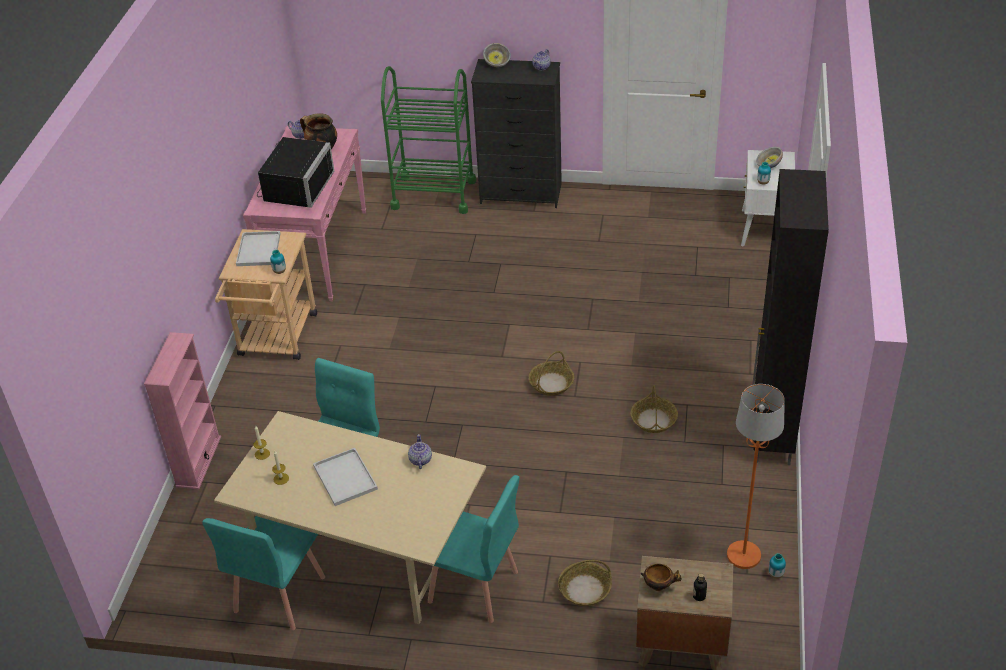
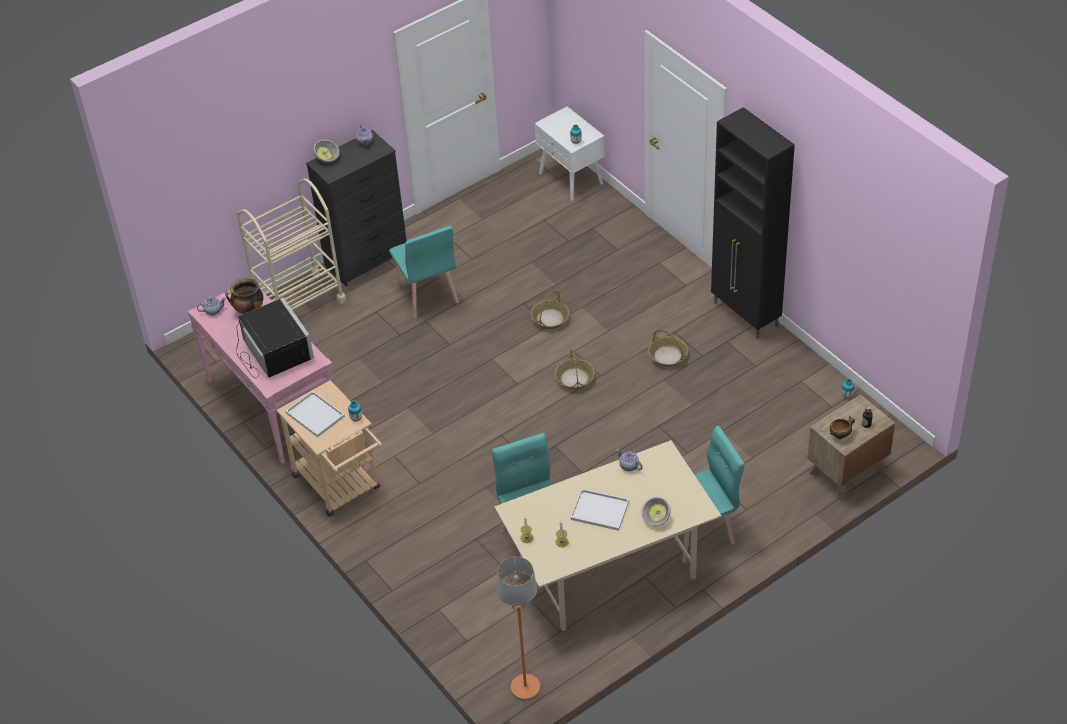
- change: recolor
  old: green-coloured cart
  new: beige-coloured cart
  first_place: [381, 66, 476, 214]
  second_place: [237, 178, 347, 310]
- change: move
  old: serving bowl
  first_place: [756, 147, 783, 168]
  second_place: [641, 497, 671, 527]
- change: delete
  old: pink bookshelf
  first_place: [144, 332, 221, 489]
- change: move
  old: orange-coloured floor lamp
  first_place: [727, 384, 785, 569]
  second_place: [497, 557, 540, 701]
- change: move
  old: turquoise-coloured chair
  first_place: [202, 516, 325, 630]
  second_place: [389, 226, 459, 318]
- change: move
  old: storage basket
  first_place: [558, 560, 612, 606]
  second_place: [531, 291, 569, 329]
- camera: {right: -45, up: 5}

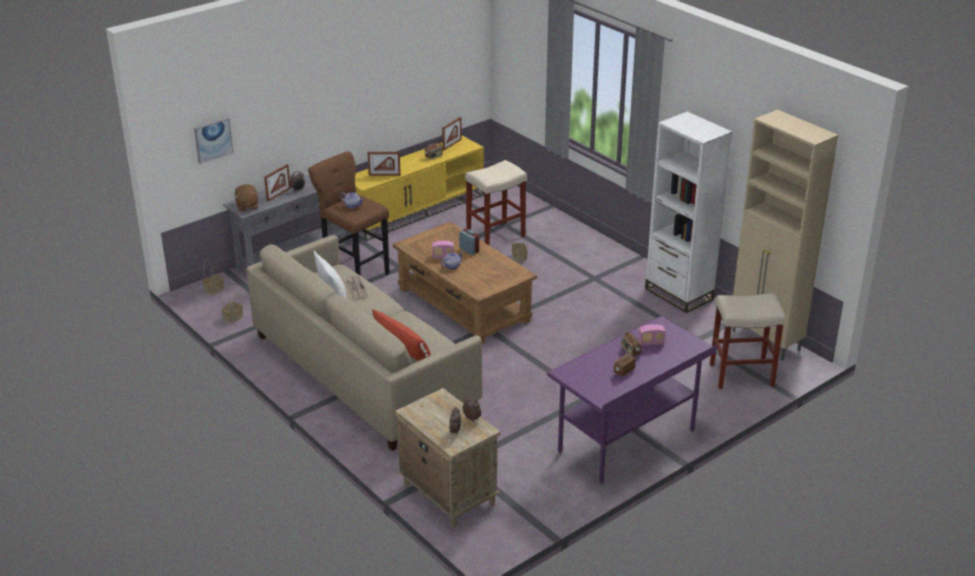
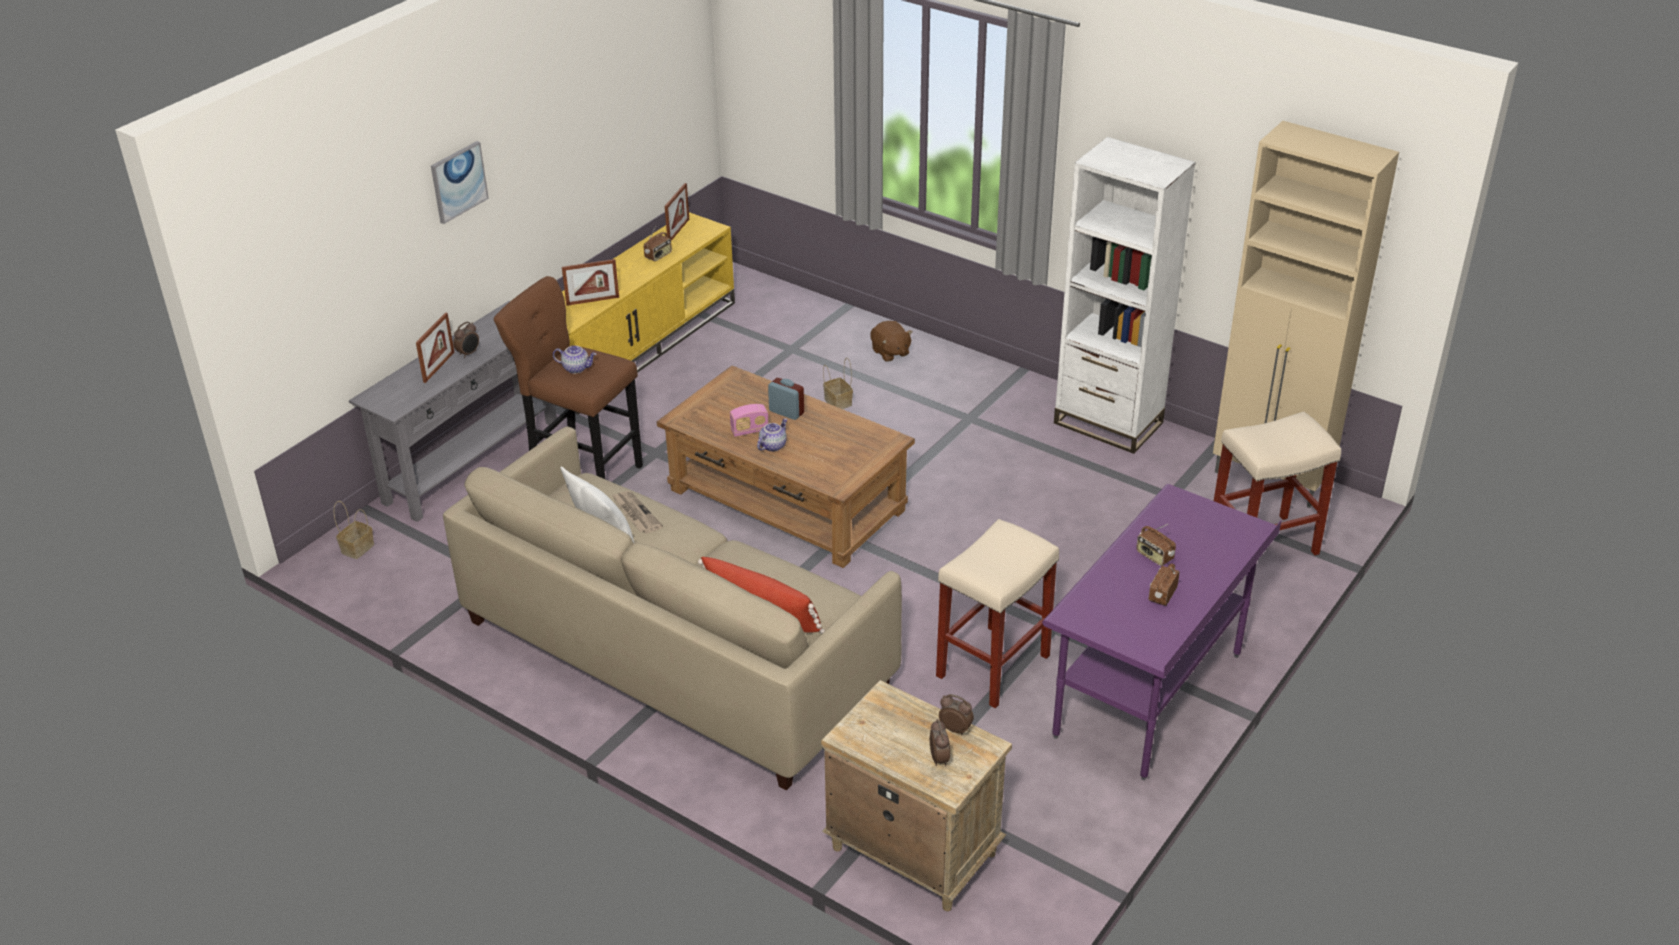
- change: move
  old: picture
  first_place: [194, 118, 233, 164]
  second_place: [431, 141, 489, 224]
- change: move
  old: beige-coloured stool
  first_place: [465, 160, 527, 246]
  second_place: [936, 519, 1059, 708]
- change: move
  old: brown-coloured plush toy
  first_place: [235, 184, 259, 211]
  second_place: [870, 321, 913, 362]
- change: delete
  old: storage basket
  first_place: [221, 288, 243, 324]
- change: delete
  old: radio receiver
  first_place: [638, 324, 666, 346]
- camera: {right: -15, up: 5}

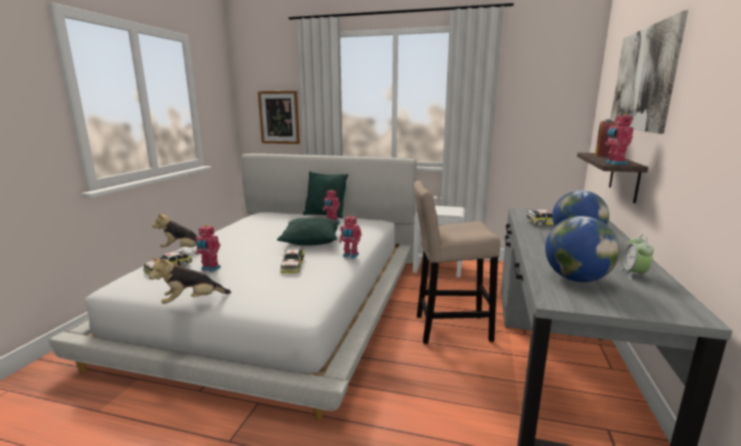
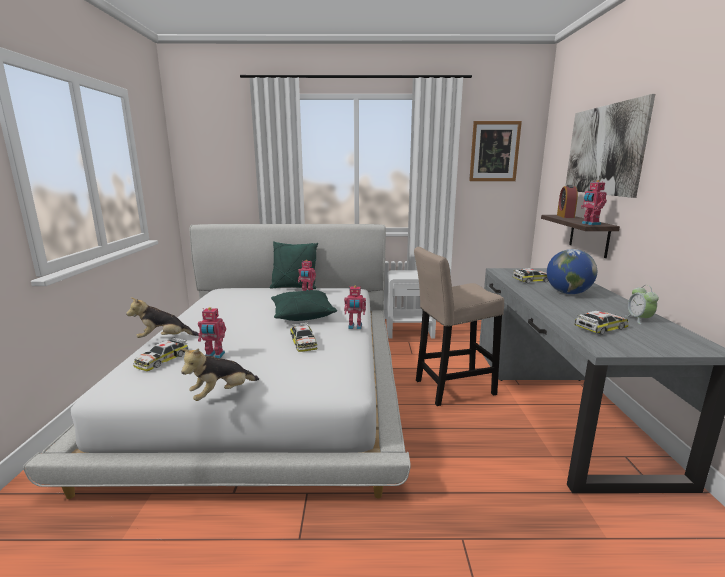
- change: move
  old: picture
  first_place: [258, 91, 300, 144]
  second_place: [469, 121, 522, 181]
- change: replace
  old: globe
  new: model car
  first_place: [545, 216, 620, 282]
  second_place: [575, 311, 629, 335]
- camera: {right: -15, up: 0}

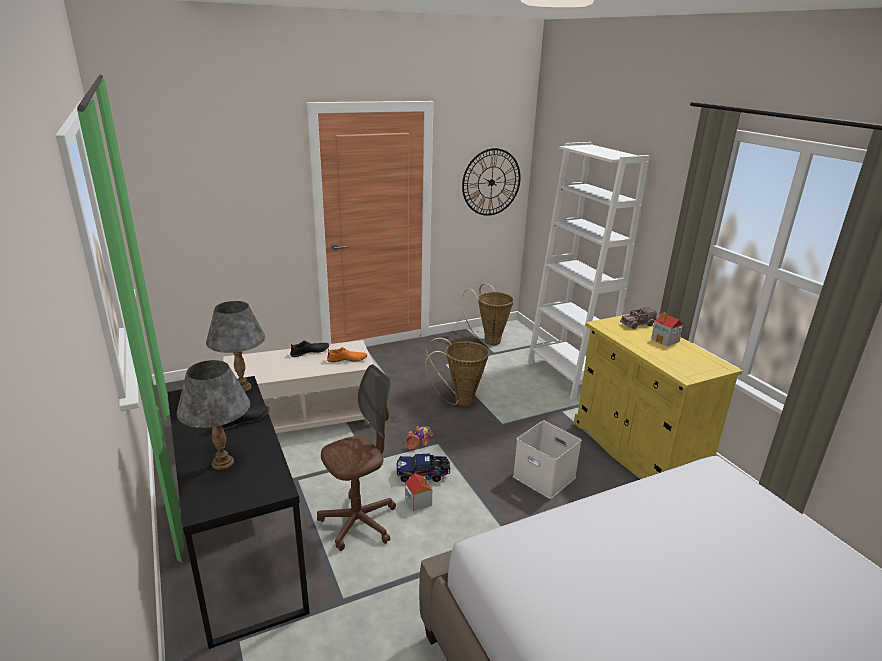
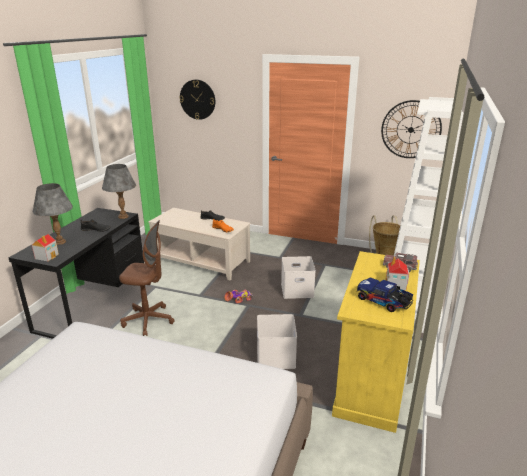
- change: replace
  old: storage basket
  new: whitish storage bin
  first_place: [425, 337, 489, 406]
  second_place: [281, 256, 316, 299]
- change: move
  old: toy truck
  first_place: [397, 453, 450, 482]
  second_place: [357, 277, 413, 312]
- change: move
  old: model house
  first_place: [405, 473, 432, 512]
  second_place: [32, 234, 59, 261]
- change: insert
  new: wall clock
  second_place: [179, 80, 215, 120]
- camera: {right: 45, up: 0}

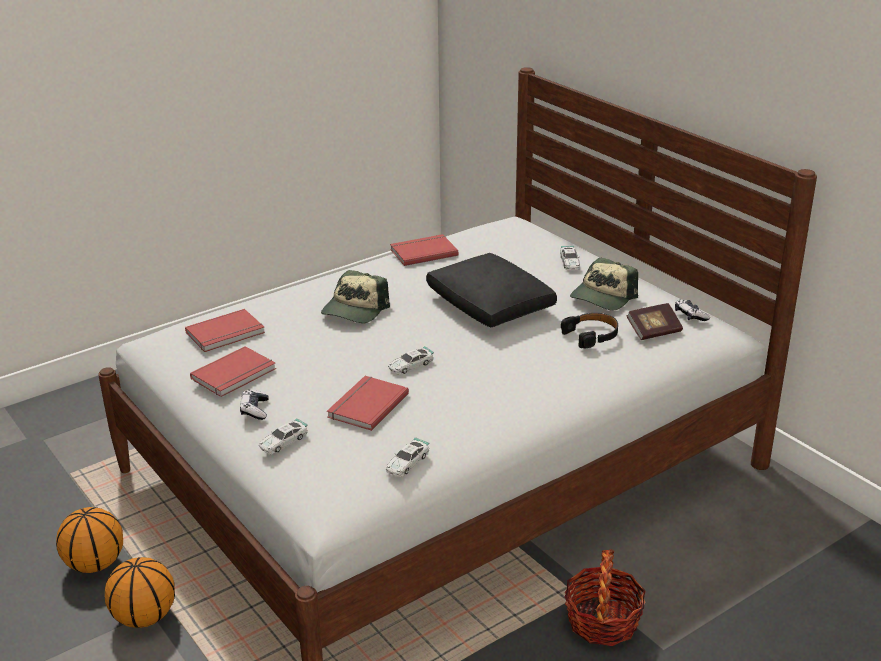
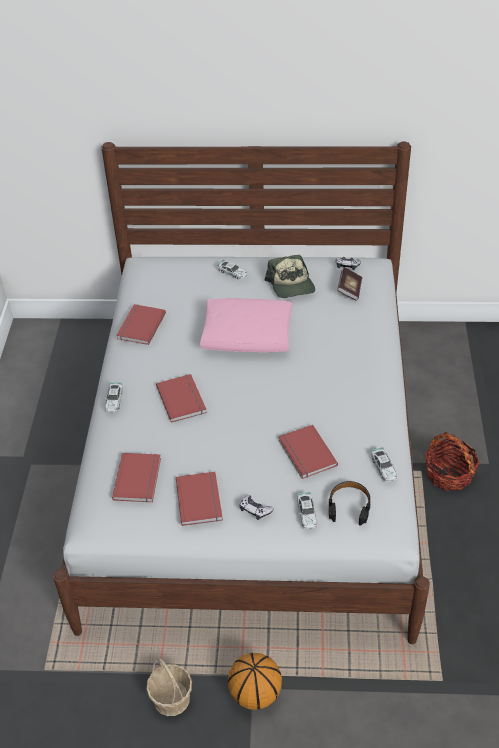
- change: recolor
  old: black-coloured pillow
  new: pink pillow
  first_place: [426, 253, 557, 327]
  second_place: [200, 298, 292, 352]
- change: replace
  old: peaked cap
  new: red bound book
  first_place: [321, 270, 390, 323]
  second_place: [156, 374, 207, 423]
- change: move
  old: black-coloured headphones
  first_place: [561, 313, 618, 348]
  second_place: [329, 481, 371, 526]
- change: move
  old: model car
  first_place: [388, 346, 434, 375]
  second_place: [105, 382, 123, 412]
- change: replace
  old: ball for basketball
  new: storage basket
  first_place: [56, 507, 123, 573]
  second_place: [146, 657, 192, 716]
- camera: {right: -50, up: 15}

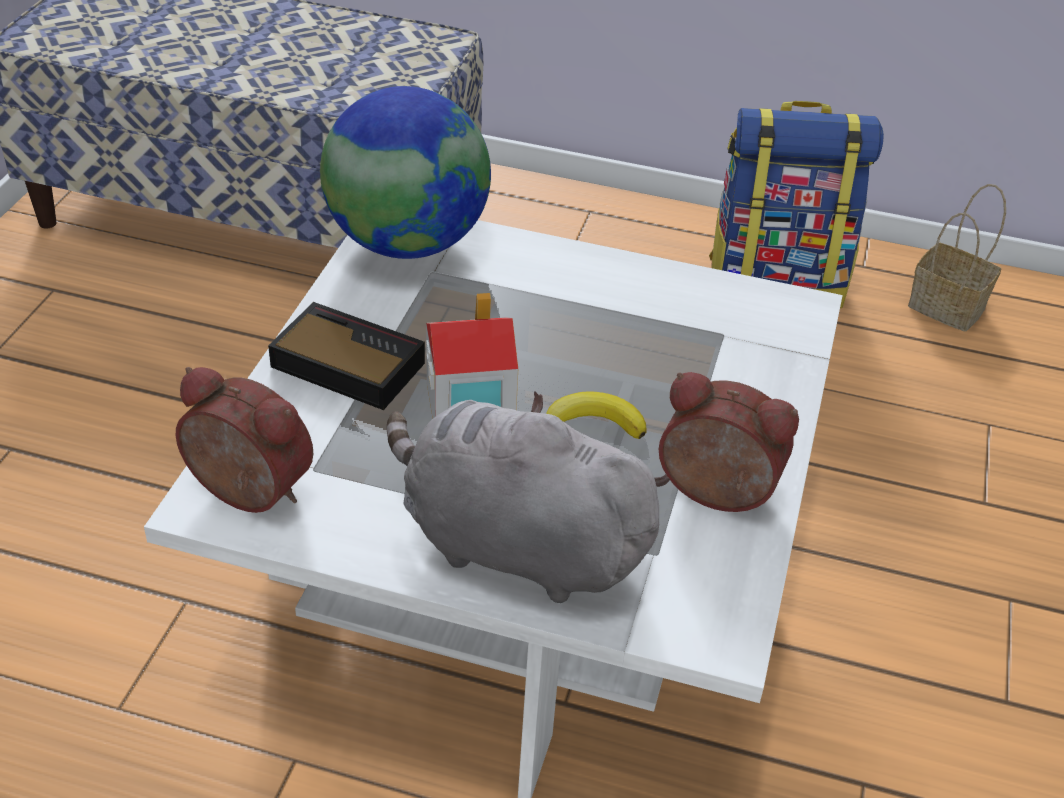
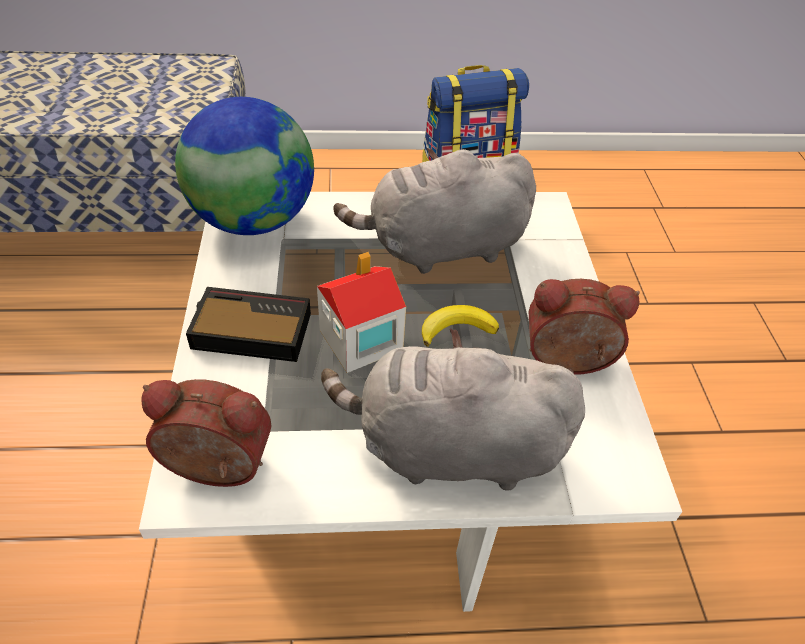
- change: delete
  old: storage basket
  first_place: [908, 184, 1006, 331]
- change: insert
  new: greyish plush toy
  second_place: [333, 148, 536, 274]
- camera: {right: -20, up: 5}

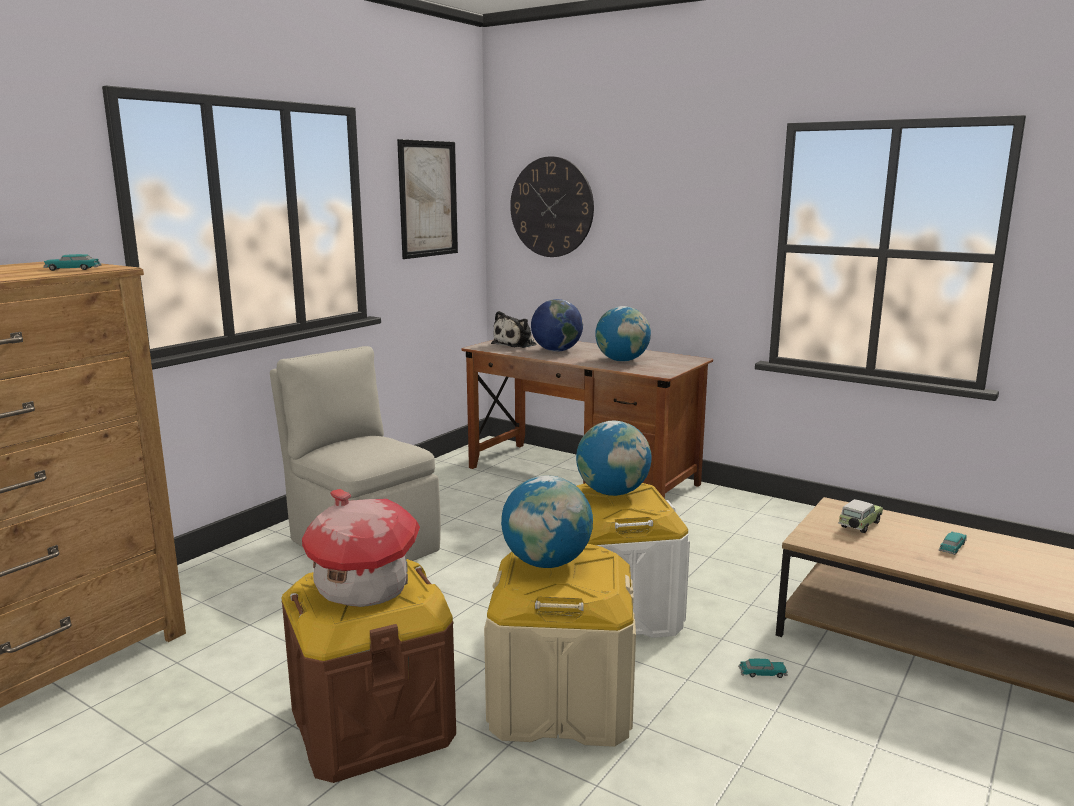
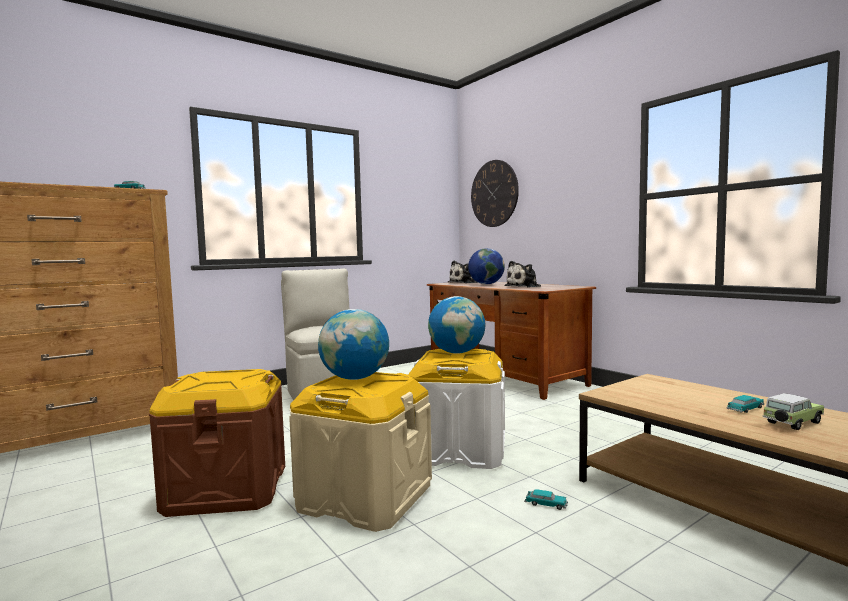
- change: delete
  old: picture
  first_place: [397, 139, 458, 259]
- change: replace
  old: globe
  new: plush toy
  first_place: [595, 306, 651, 361]
  second_place: [504, 261, 541, 287]
- change: delete
  old: model house
  first_place: [302, 489, 420, 607]
- change: move
  old: model car
  first_place: [838, 499, 883, 533]
  second_place: [762, 393, 824, 430]
- camera: {right: 20, up: -10}

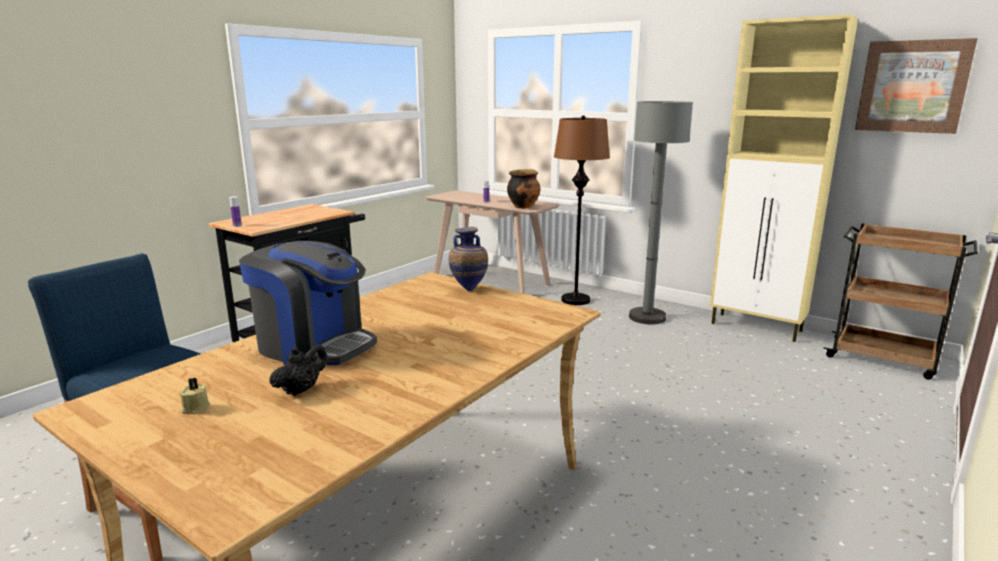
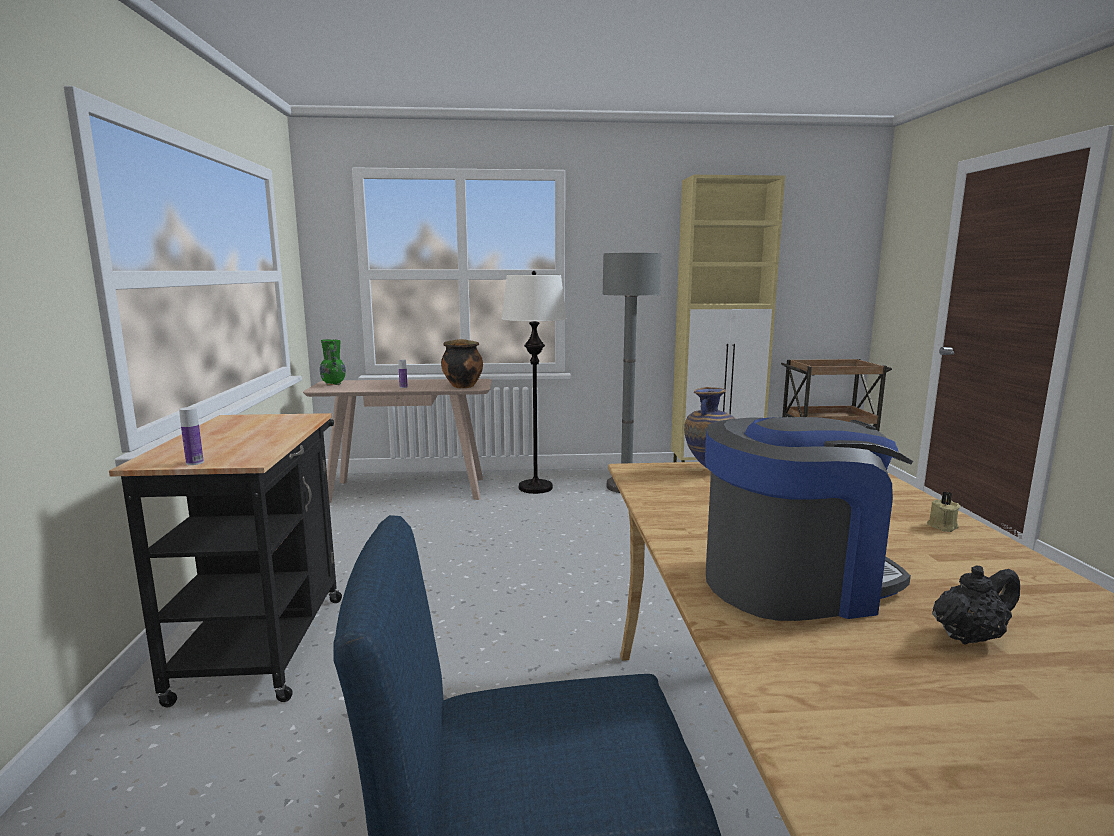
- change: delete
  old: picture
  first_place: [855, 38, 978, 134]
- change: recolor
  old: brown-coloured floor lamp
  new: whitish floor lamp
  first_place: [554, 115, 610, 305]
  second_place: [502, 271, 567, 494]
- change: rotate
  old: black-coloured teapot
  first_place: [270, 344, 328, 396]
  second_place: [932, 565, 1020, 645]
  degrees: 75
- change: move
  old: beige-coloured wax candle
  first_place: [180, 378, 210, 414]
  second_place: [927, 491, 960, 532]
- change: insert
  new: green-coloured flower vase
  second_place: [320, 339, 346, 385]
- camera: {right: -40, up: -5}

